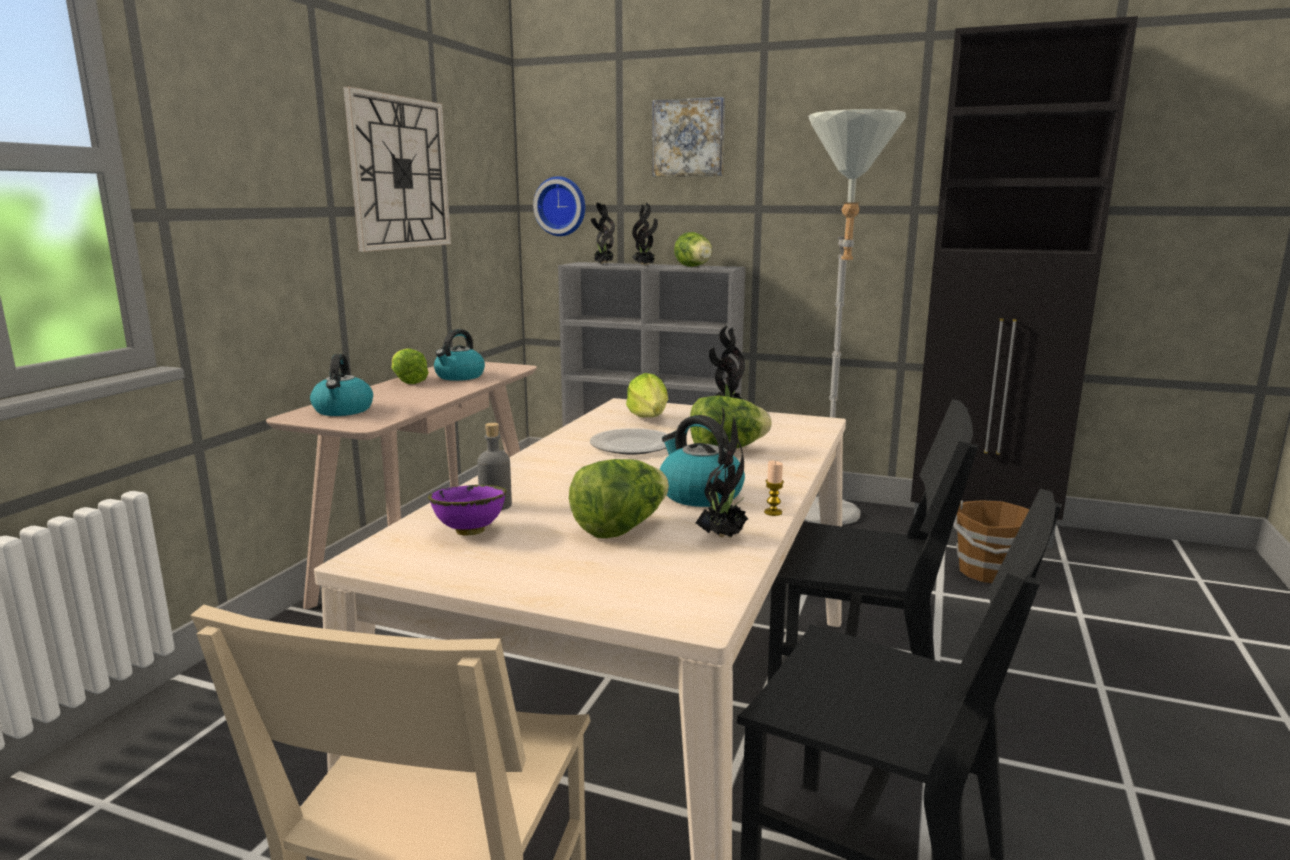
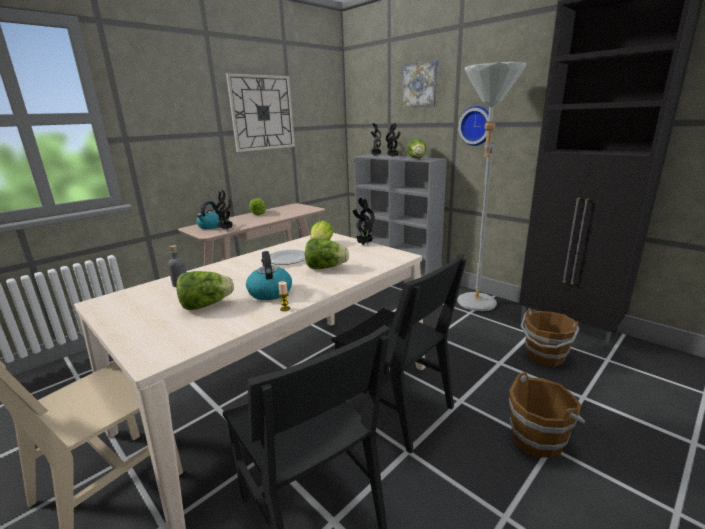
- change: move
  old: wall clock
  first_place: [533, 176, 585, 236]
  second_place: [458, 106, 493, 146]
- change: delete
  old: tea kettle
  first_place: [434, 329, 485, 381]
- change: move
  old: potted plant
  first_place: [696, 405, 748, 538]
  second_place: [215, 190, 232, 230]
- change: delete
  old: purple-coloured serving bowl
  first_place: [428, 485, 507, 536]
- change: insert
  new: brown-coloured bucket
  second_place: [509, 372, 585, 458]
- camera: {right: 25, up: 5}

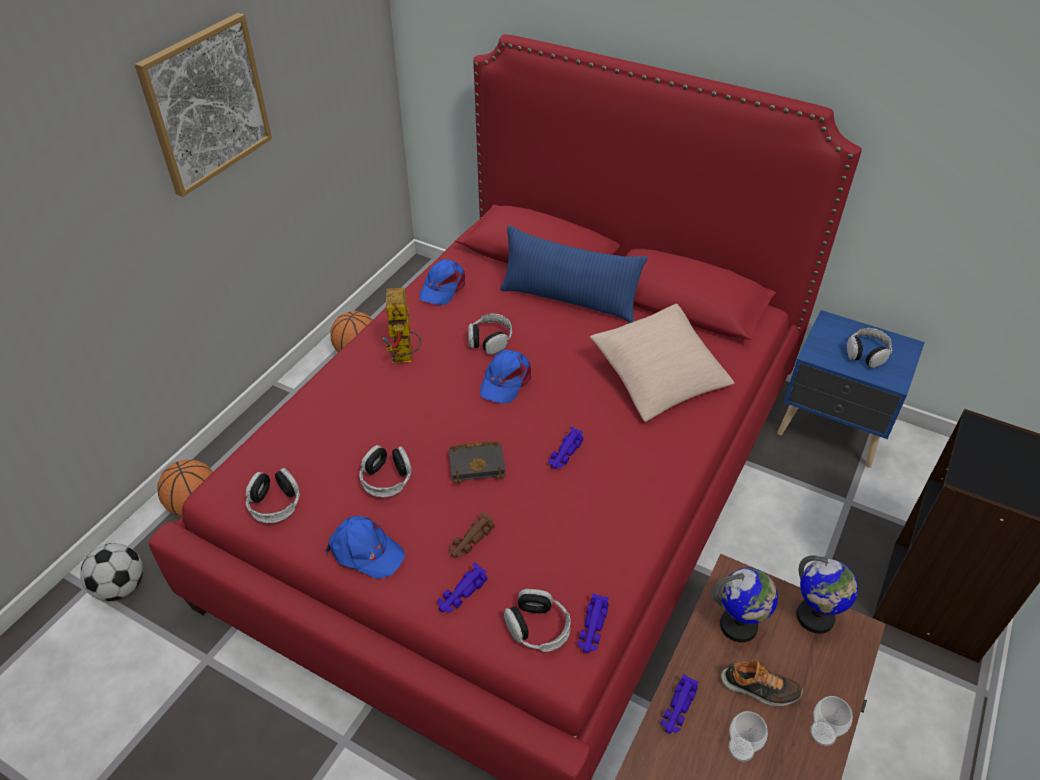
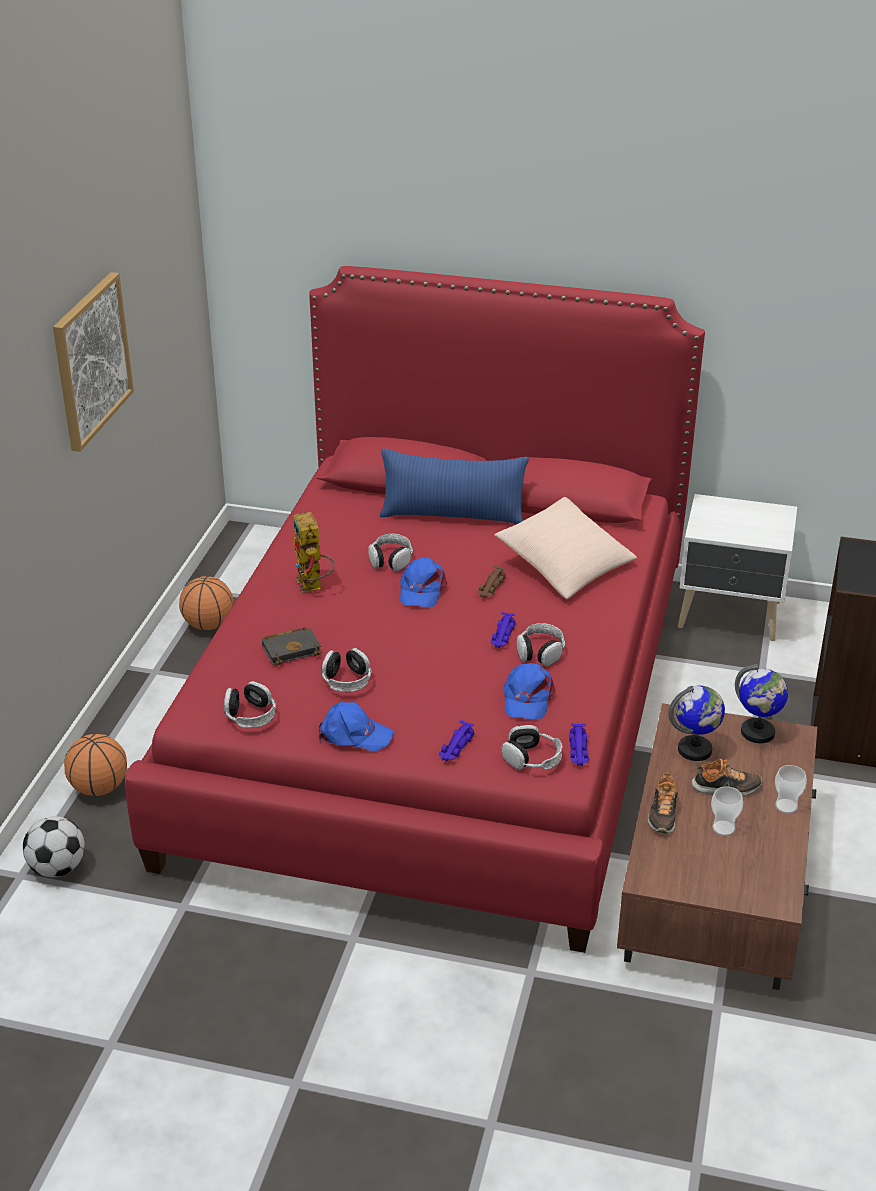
- change: move
  old: blue peaked cap
  first_place: [419, 259, 465, 305]
  second_place: [504, 663, 555, 719]
- change: recolor
  old: blue night table
  new: whitish night table
  first_place: [777, 310, 925, 468]
  second_place: [678, 494, 797, 641]
- change: move
  old: headphones
  first_place: [847, 328, 892, 368]
  second_place: [517, 623, 565, 666]
- change: move
  old: black-coloured bound book
  first_place: [449, 441, 506, 484]
  second_place: [262, 627, 321, 666]
- change: move
  old: brown-coloured model car
  first_place: [449, 511, 495, 558]
  second_place: [477, 565, 506, 598]
- change: replace
  old: purple-coloured model car
  new: item of footwear
  first_place: [661, 674, 698, 734]
  second_place: [648, 772, 678, 833]
- camera: {right: -15, up: -10}

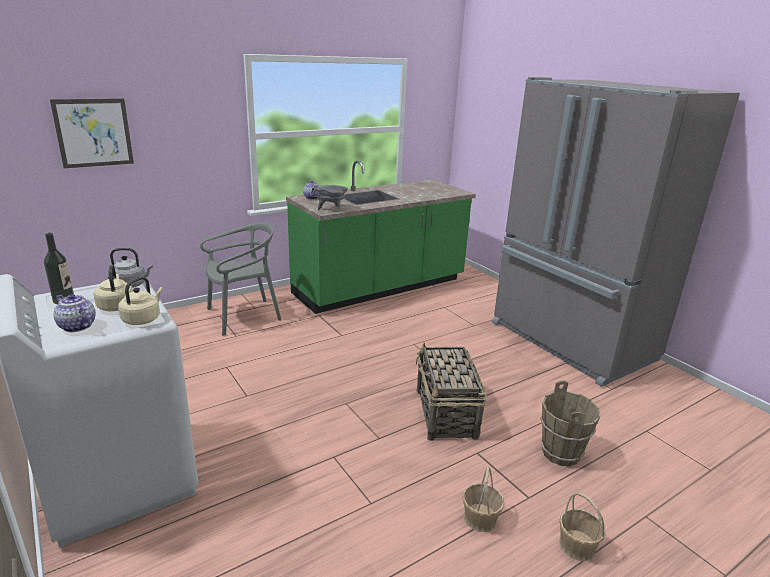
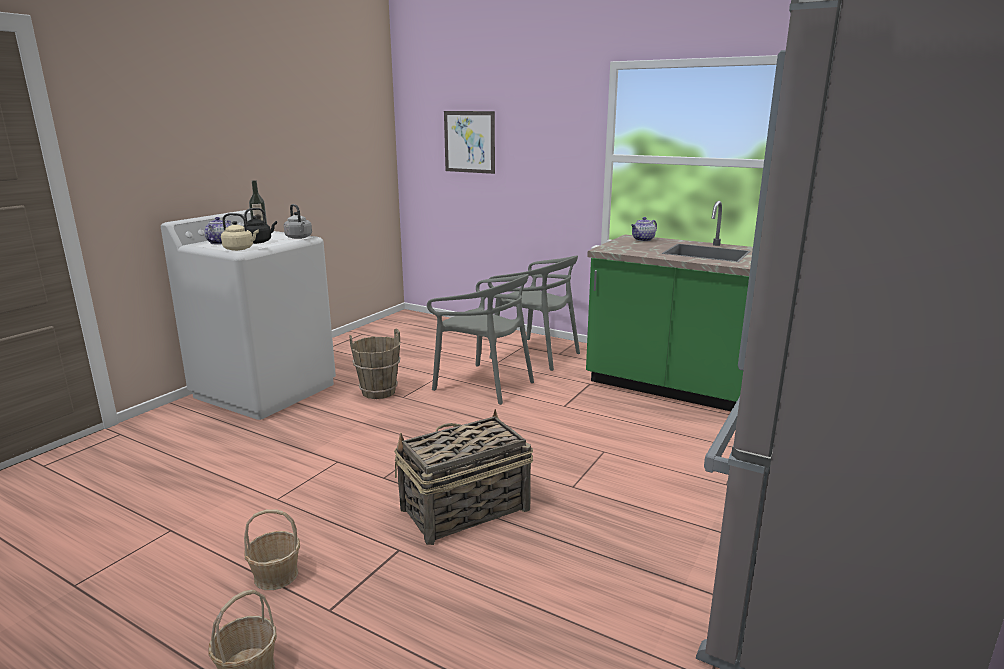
- change: delete
  old: greyish stockpot
  first_place: [313, 185, 348, 210]
- change: recolor
  old: beige-coloured tea kettle
  new: black-coloured tea kettle
  first_place: [94, 264, 133, 311]
  second_place: [244, 208, 277, 244]
- change: move
  old: brown-coloured bucket
  first_place: [540, 381, 601, 466]
  second_place: [349, 328, 400, 399]
- change: insert
  new: greyish chair
  second_place: [427, 274, 534, 405]
- camera: {right: 65, up: -5}

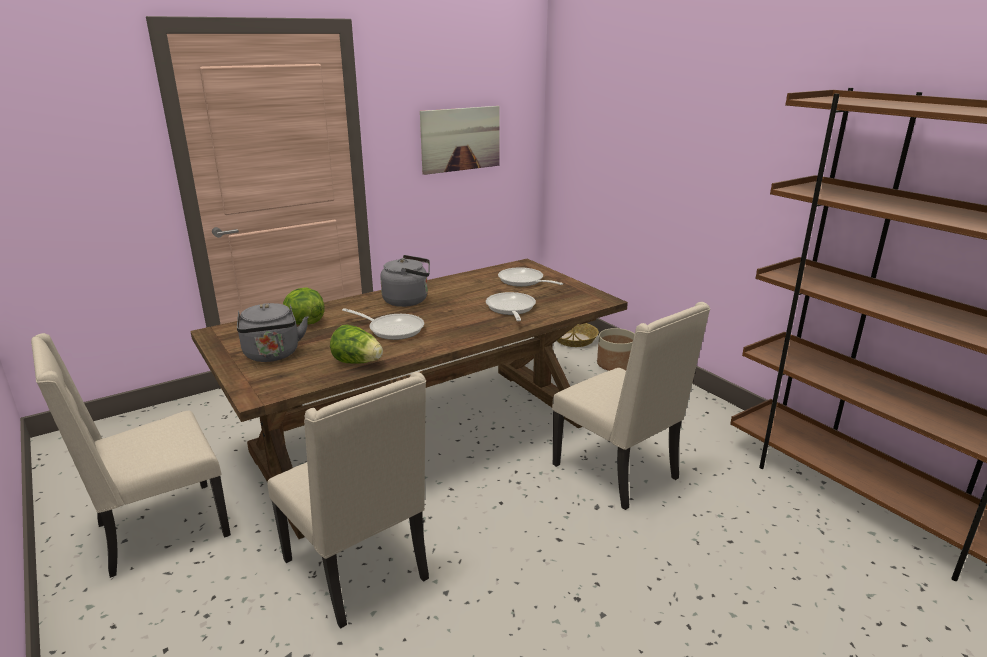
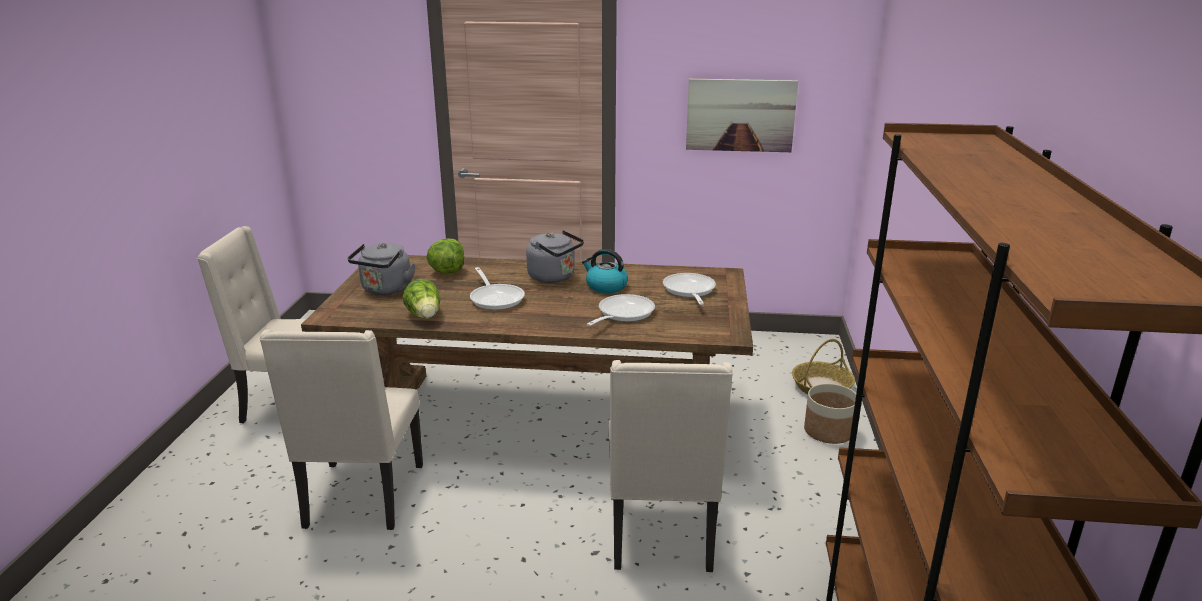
- change: insert
  new: tea kettle
  second_place: [582, 249, 628, 294]
- camera: {right: 40, up: 0}

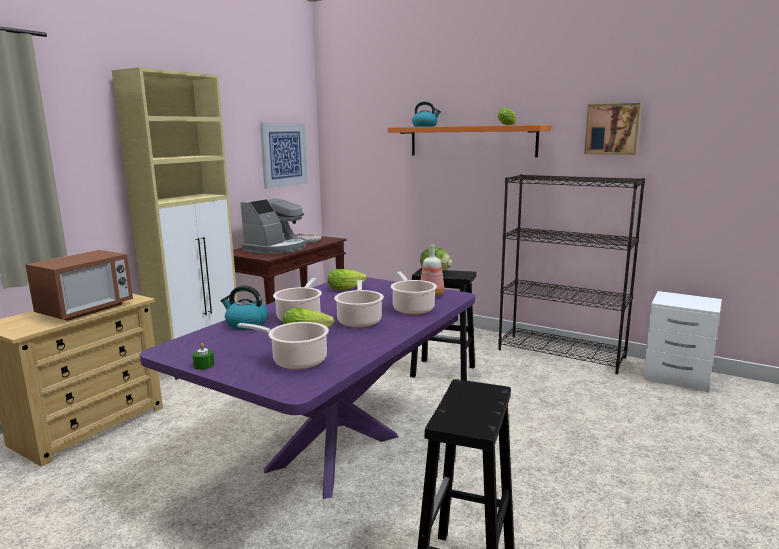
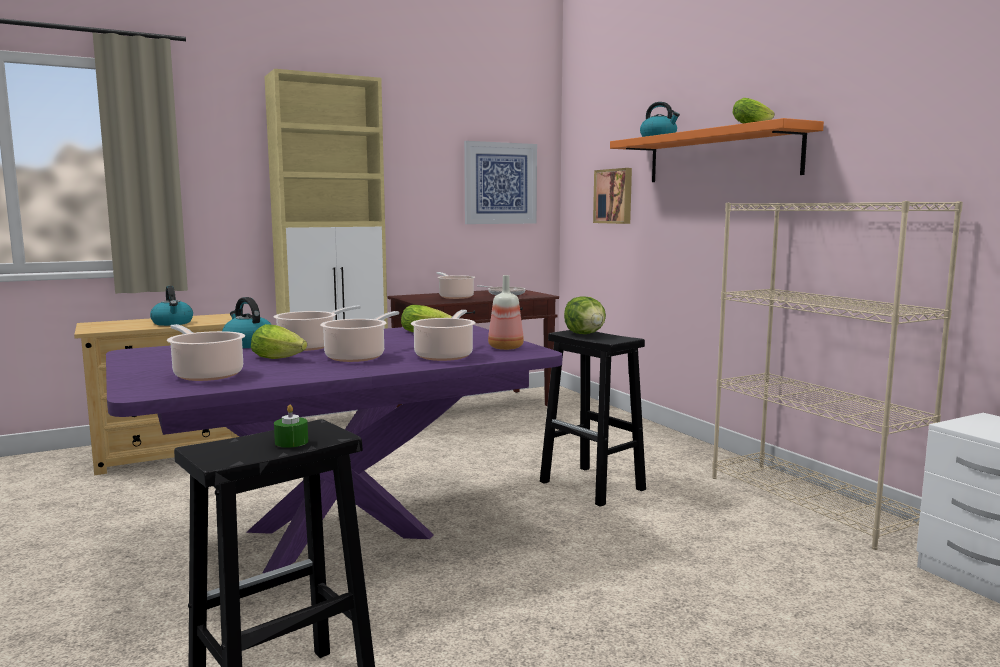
- change: move
  old: picture
  first_place: [584, 103, 641, 155]
  second_place: [593, 168, 632, 224]
- change: recolor
  old: black-coloured bookshelf
  new: beige-coloured bookshelf
  first_place: [498, 174, 645, 374]
  second_place: [712, 201, 963, 550]
- change: replace
  old: coffee brewer
  new: stockpot
  first_place: [240, 197, 307, 254]
  second_place: [437, 272, 475, 299]
- change: replace
  old: microwave oven
  new: tea kettle
  first_place: [25, 250, 133, 321]
  second_place: [150, 286, 193, 326]
- change: move
  old: green-coloured wax candle
  first_place: [192, 343, 215, 370]
  second_place: [274, 405, 308, 448]
- camera: {right: 30, up: -5}

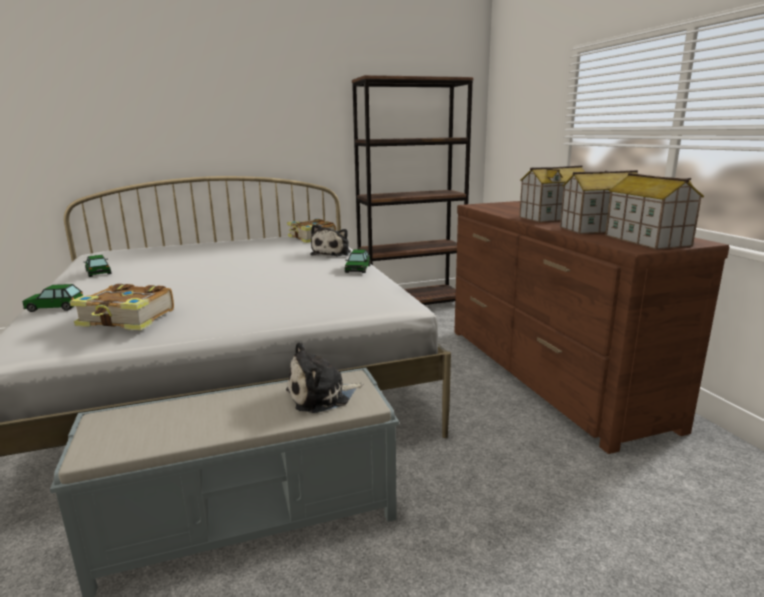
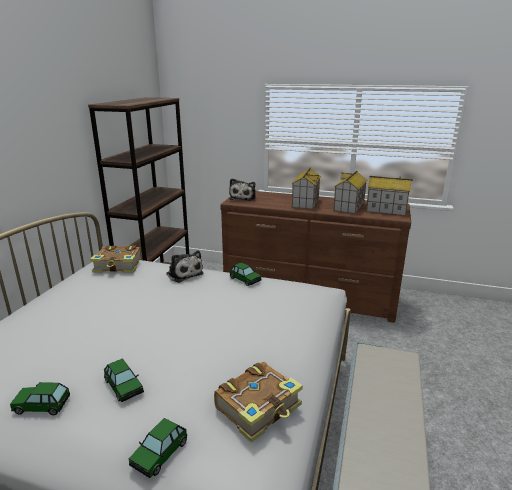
- change: move
  old: plush toy
  first_place: [286, 342, 363, 413]
  second_place: [229, 178, 256, 201]
- change: insert
  new: model car
  second_place: [104, 358, 144, 402]
- camera: {right: -55, up: 5}

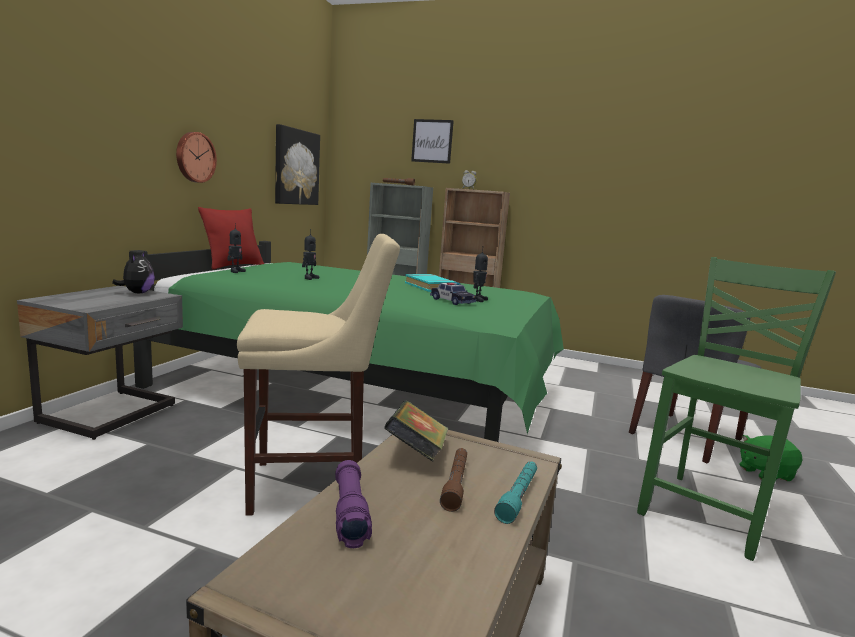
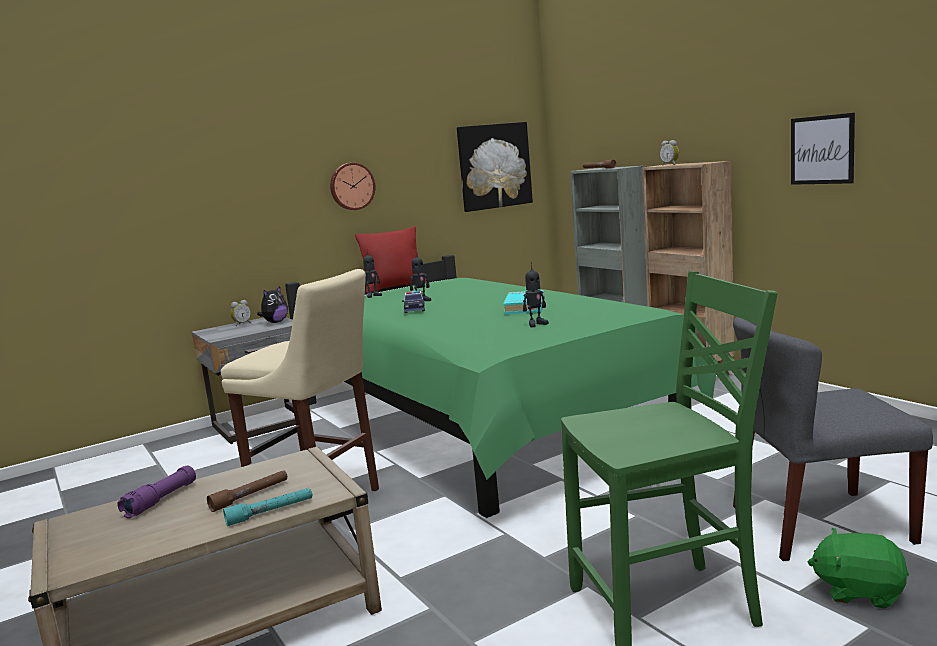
- change: move
  old: picture
  first_place: [411, 119, 454, 164]
  second_place: [791, 113, 855, 185]
- change: move
  old: model car
  first_place: [430, 282, 476, 305]
  second_place: [402, 291, 425, 313]
- change: delete
  old: bound book
  first_place: [384, 401, 448, 462]
- change: insert
  new: table clock
  second_place: [230, 300, 251, 326]
- camera: {right: 40, up: 0}

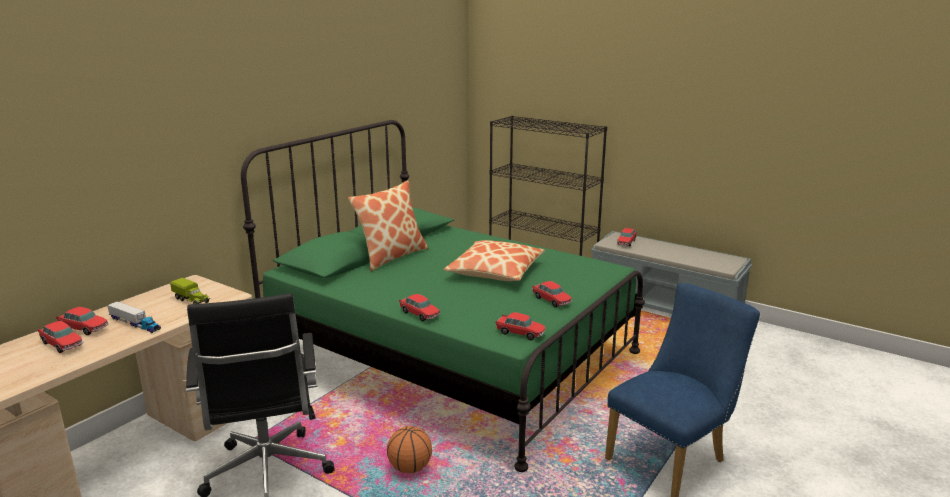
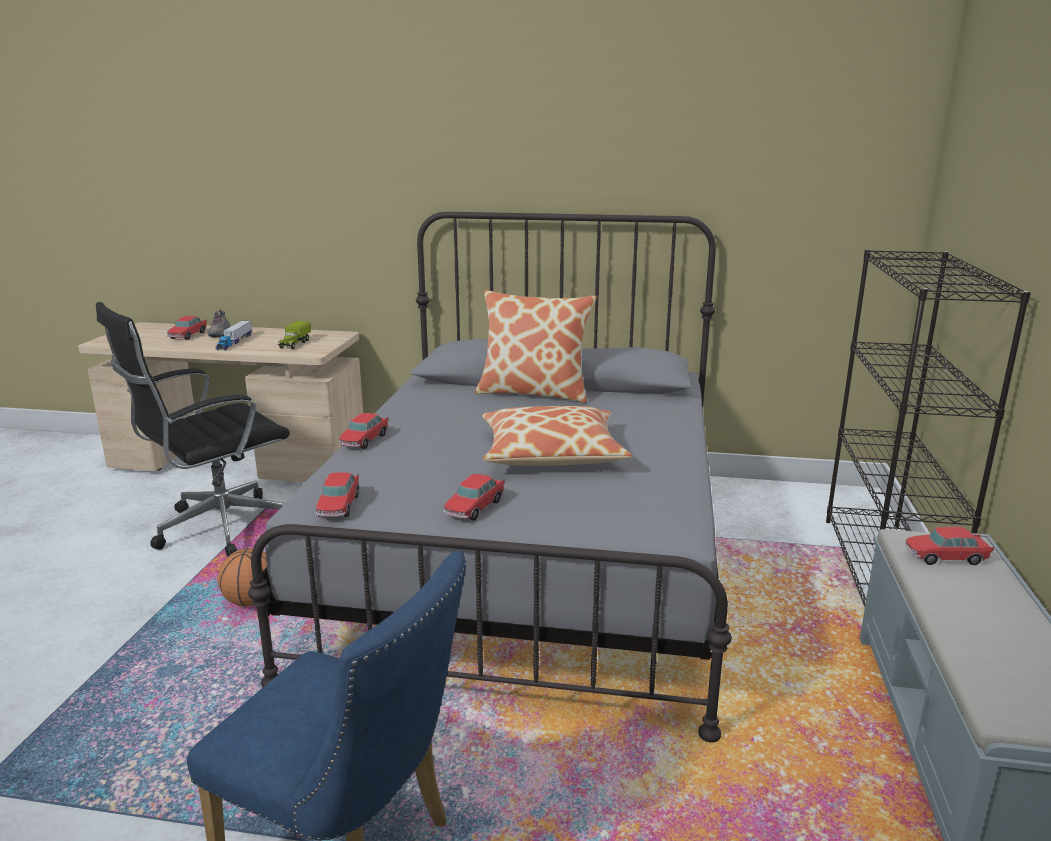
- change: recolor
  old: green-coloured sleeping bed
  new: greyish sleeping bed
  first_place: [241, 120, 645, 472]
  second_place: [248, 212, 732, 742]
- change: replace
  old: model car
  new: item of footwear
  first_place: [56, 307, 109, 335]
  second_place: [208, 309, 231, 337]
- camera: {right: 65, up: 0}

